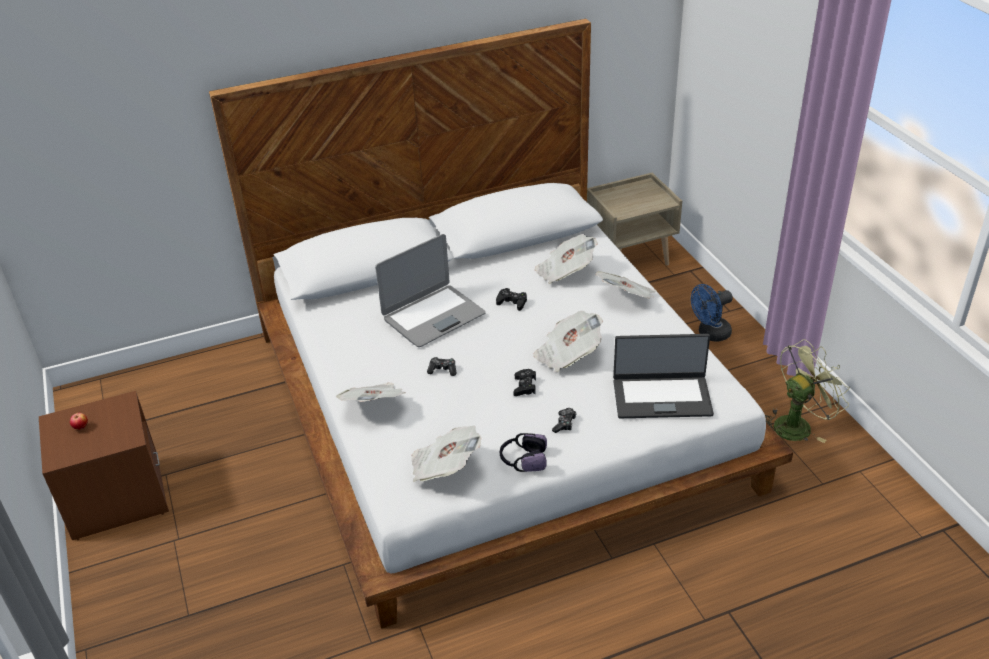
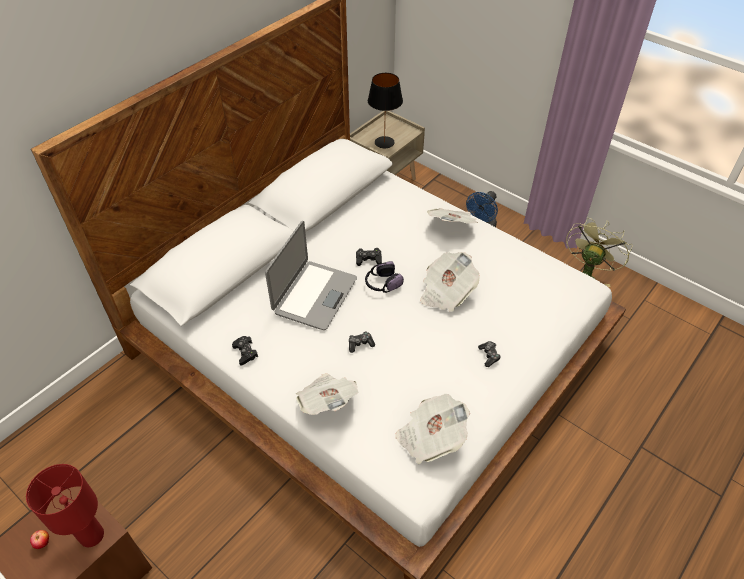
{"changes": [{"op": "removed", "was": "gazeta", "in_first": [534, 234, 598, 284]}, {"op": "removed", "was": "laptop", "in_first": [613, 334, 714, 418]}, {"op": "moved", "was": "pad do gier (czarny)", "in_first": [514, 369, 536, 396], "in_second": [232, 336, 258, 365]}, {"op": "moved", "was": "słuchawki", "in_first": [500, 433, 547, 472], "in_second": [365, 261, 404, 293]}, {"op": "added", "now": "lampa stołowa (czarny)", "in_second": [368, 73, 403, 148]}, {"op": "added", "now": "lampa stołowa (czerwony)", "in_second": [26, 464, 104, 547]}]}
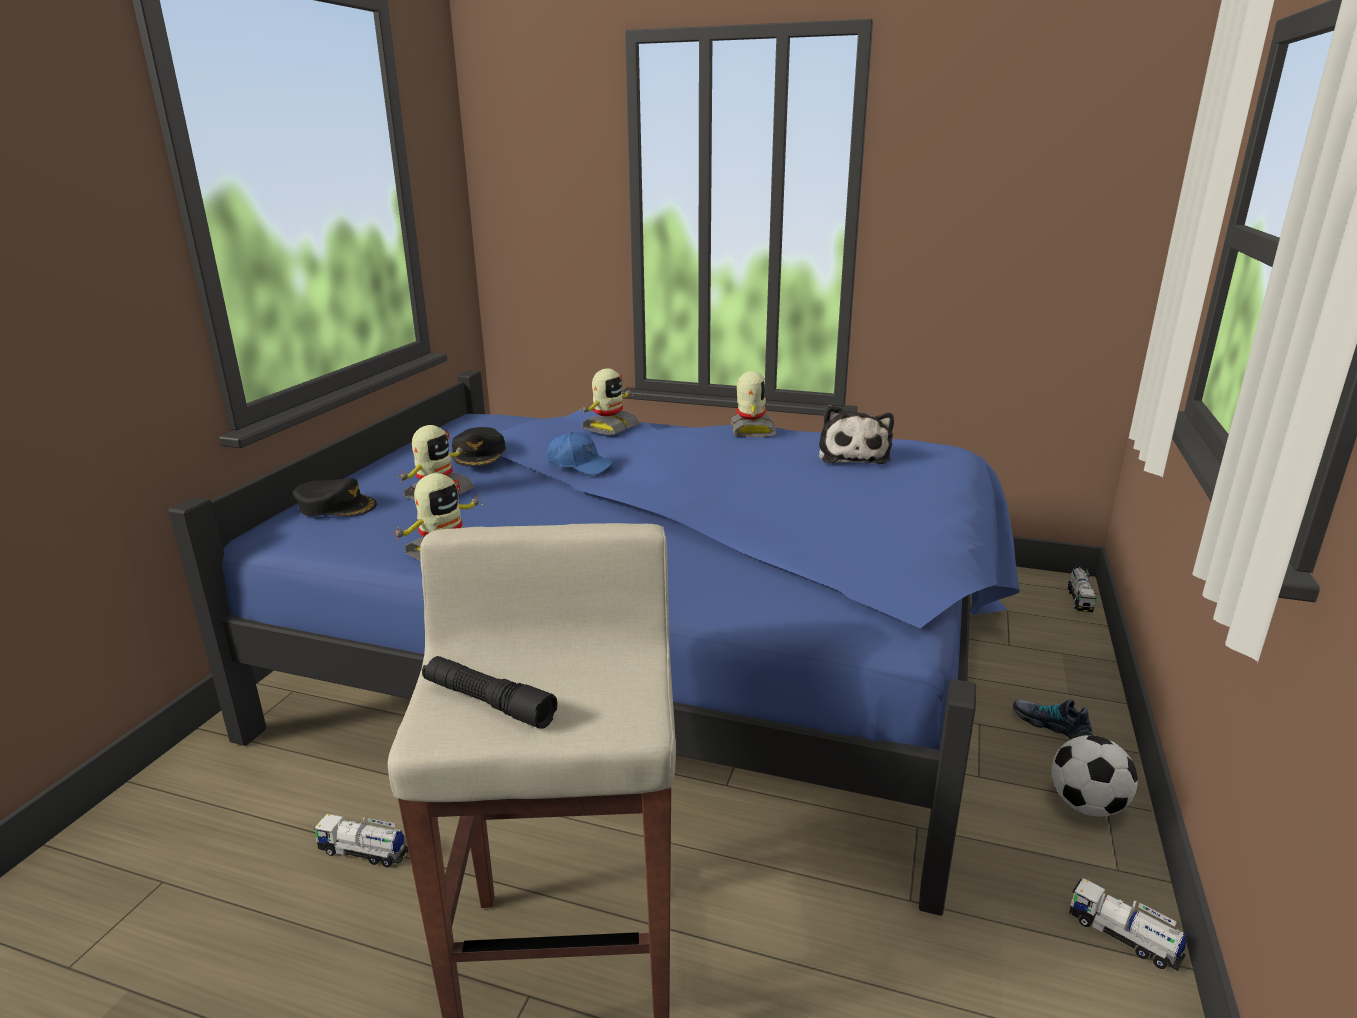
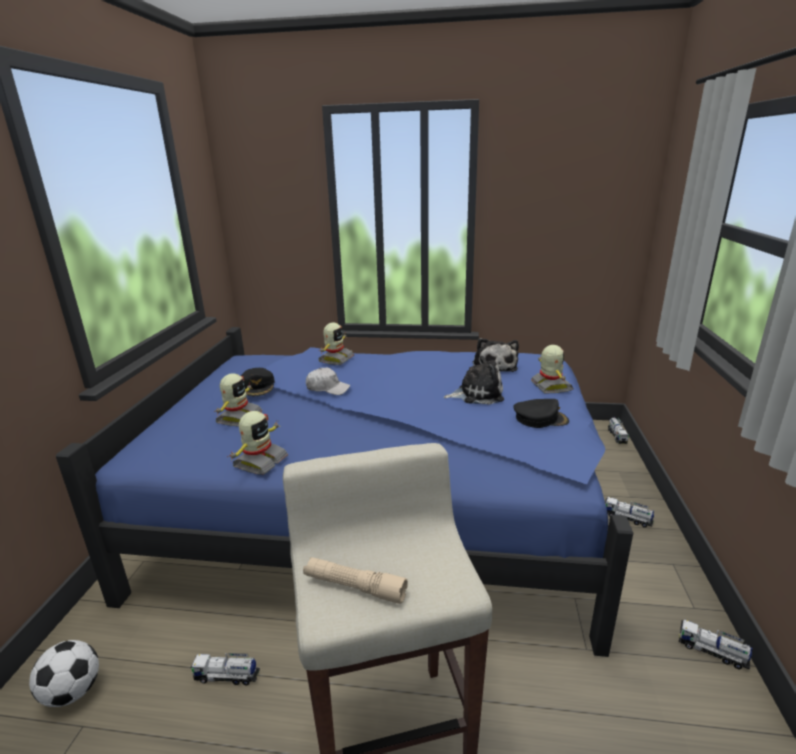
{"changes": [{"op": "moved", "was": "robot zabawkowy", "in_first": [731, 371, 777, 437], "in_second": [531, 345, 573, 394]}, {"op": "recoloured", "was": "czapka z daszkiem (niebieski)", "now": "czapka z daszkiem (biały)", "in_first": [547, 432, 615, 475], "in_second": [306, 368, 350, 395]}, {"op": "moved", "was": "czapka z daszkiem (czarny)", "in_first": [293, 478, 377, 517], "in_second": [513, 399, 569, 428]}, {"op": "recoloured", "was": "latarka (czarny)", "now": "latarka (beżowy)", "in_first": [422, 656, 557, 729], "in_second": [303, 557, 408, 604]}, {"op": "replaced", "was": "but", "now": "ciężarówka zabawkowa", "in_first": [1013, 699, 1092, 739], "in_second": [605, 497, 654, 528]}, {"op": "moved", "was": "piłka futbolowa", "in_first": [1051, 735, 1138, 817], "in_second": [29, 640, 99, 707]}, {"op": "added", "now": "pluszak", "in_second": [444, 356, 504, 405]}]}
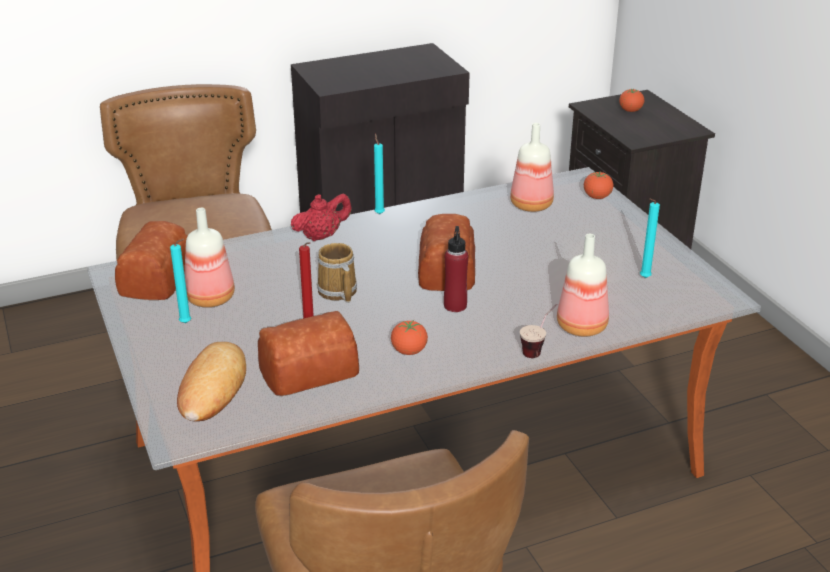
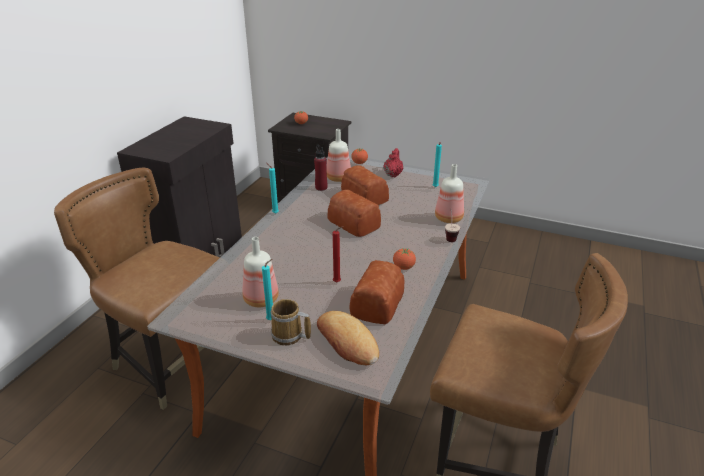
{"changes": [{"op": "moved", "was": "imbryk (czerwony)", "in_first": [291, 194, 352, 241], "in_second": [383, 148, 403, 177]}, {"op": "moved", "was": "chleb", "in_first": [115, 221, 187, 300], "in_second": [341, 165, 389, 205]}, {"op": "moved", "was": "butelka (czerwony)", "in_first": [444, 226, 468, 312], "in_second": [314, 144, 327, 191]}, {"op": "moved", "was": "kubek", "in_first": [317, 243, 357, 302], "in_second": [271, 299, 311, 345]}]}
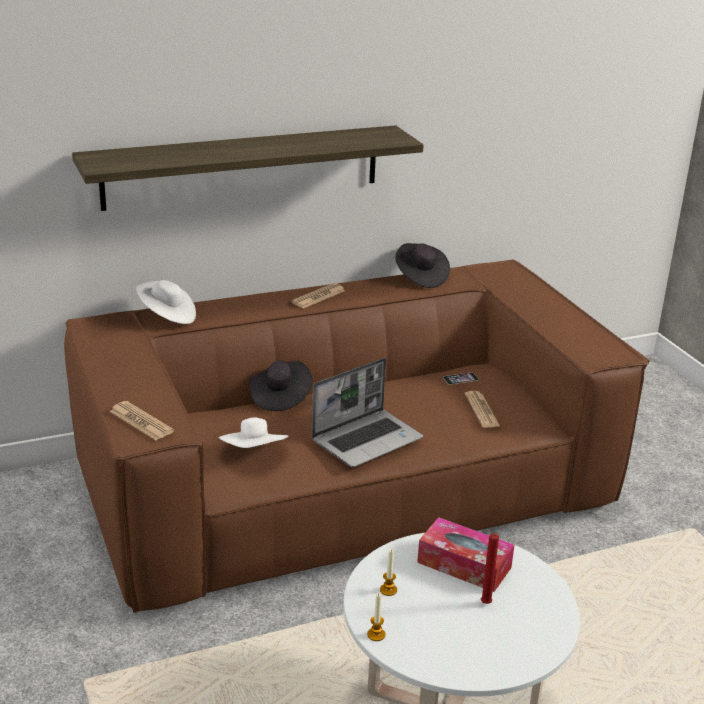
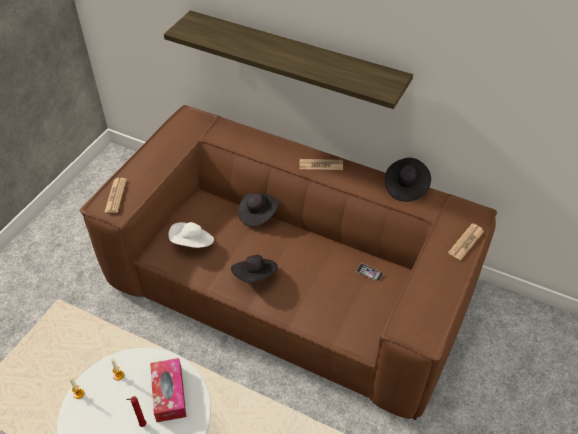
{"changes": [{"op": "removed", "was": "kapelusz (biały)", "in_first": [136, 280, 196, 324]}, {"op": "replaced", "was": "laptop", "now": "kapelusz (czarny)", "in_first": [312, 358, 423, 467], "in_second": [231, 255, 278, 283]}, {"op": "moved", "was": "gazeta", "in_first": [465, 391, 501, 428], "in_second": [448, 223, 484, 260]}]}
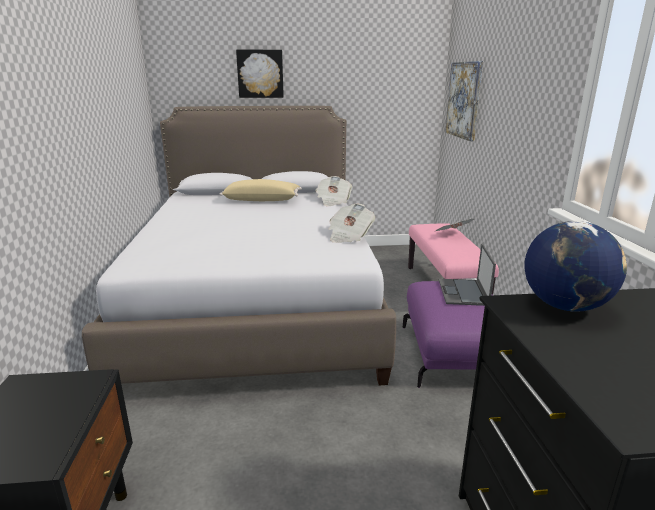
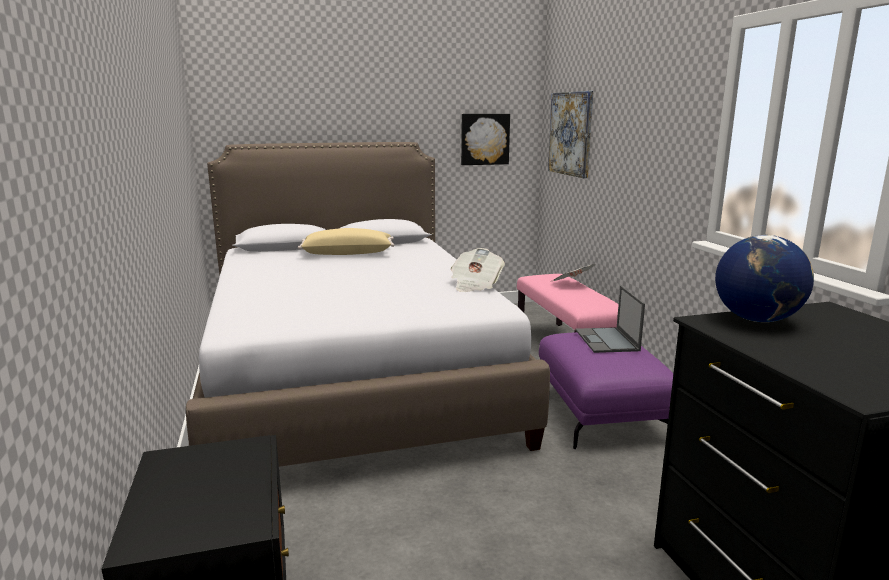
{"changes": [{"op": "moved", "was": "obraz", "in_first": [236, 50, 284, 98], "in_second": [461, 114, 510, 165]}, {"op": "removed", "was": "gazeta", "in_first": [316, 176, 352, 206]}]}
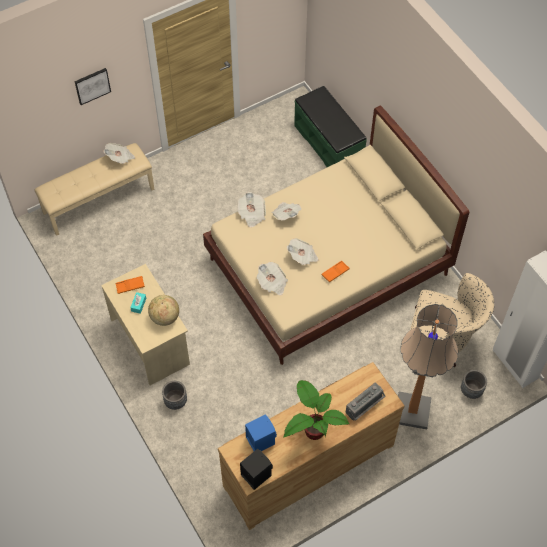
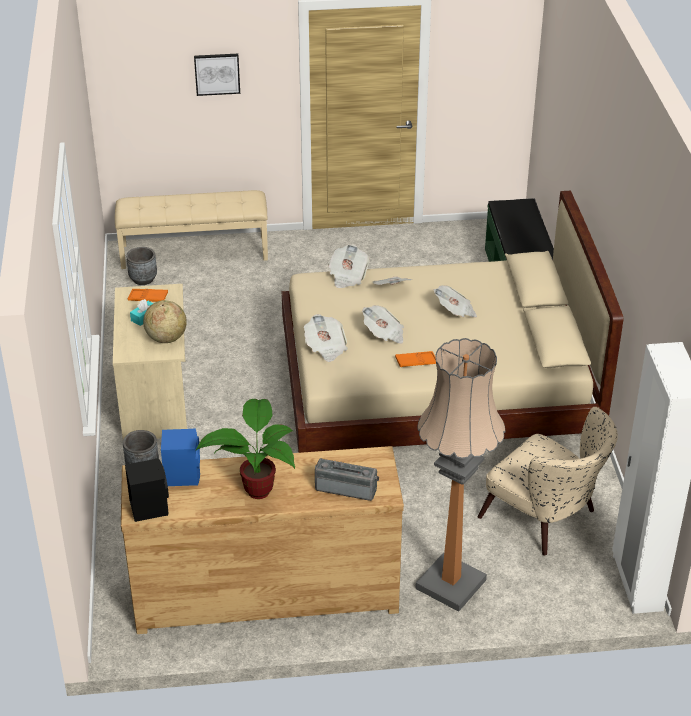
{"changes": [{"op": "moved", "was": "gazeta", "in_first": [103, 143, 135, 164], "in_second": [434, 285, 477, 317]}, {"op": "moved", "was": "donica (szary)", "in_first": [461, 370, 487, 399], "in_second": [126, 247, 157, 285]}, {"op": "turned", "was": "radio", "in_first": [346, 382, 386, 421], "in_second": [315, 458, 379, 501], "clockwise": -150}]}
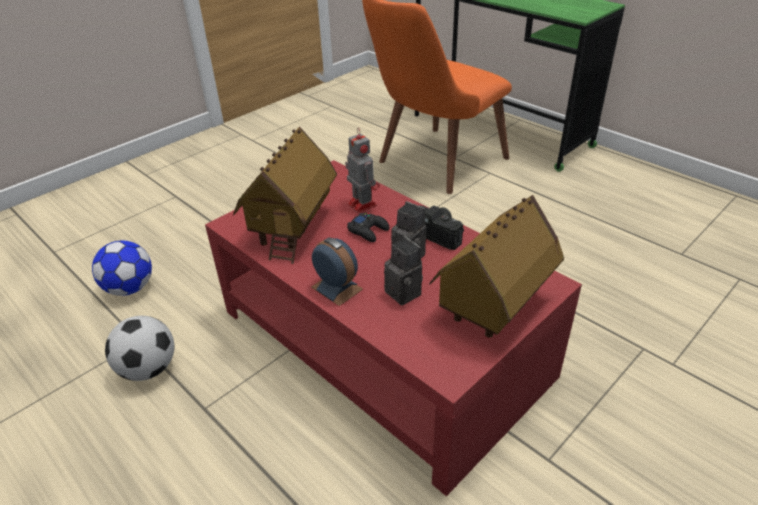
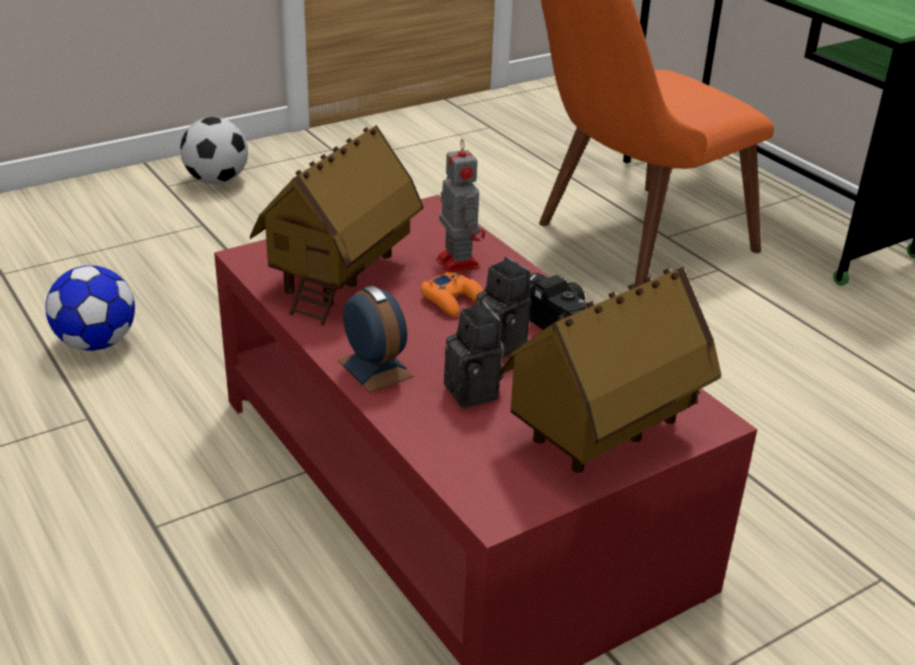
{"changes": [{"op": "recoloured", "was": "pad do gier (czarny)", "now": "pad do gier (pomarańczowy)", "in_first": [347, 213, 389, 242], "in_second": [421, 272, 483, 317]}, {"op": "moved", "was": "piłka futbolowa", "in_first": [105, 316, 174, 381], "in_second": [180, 117, 248, 184]}]}
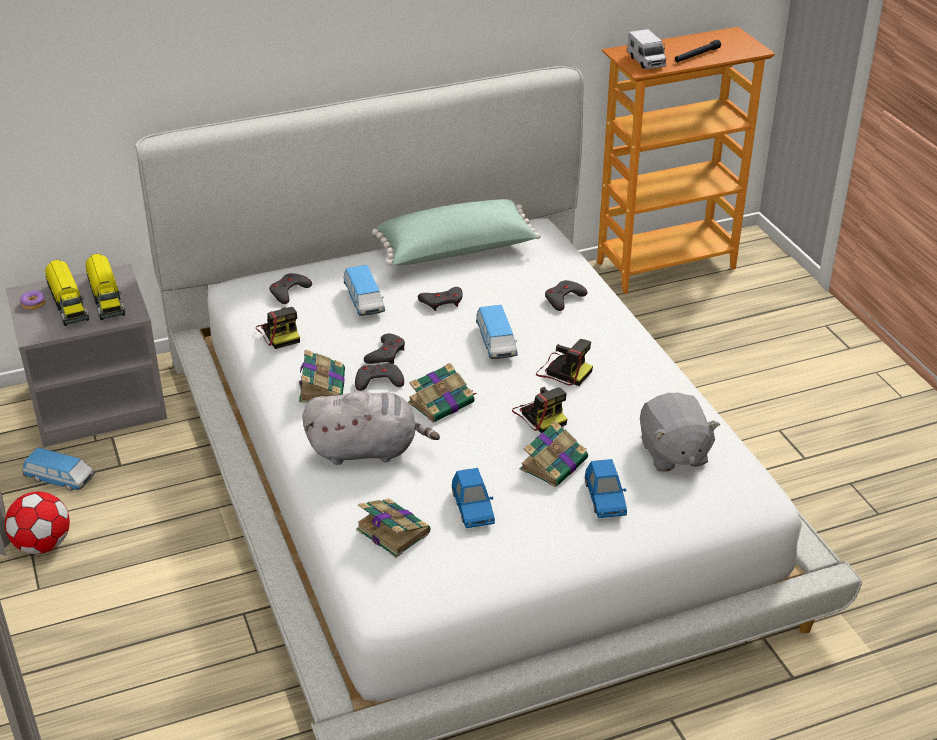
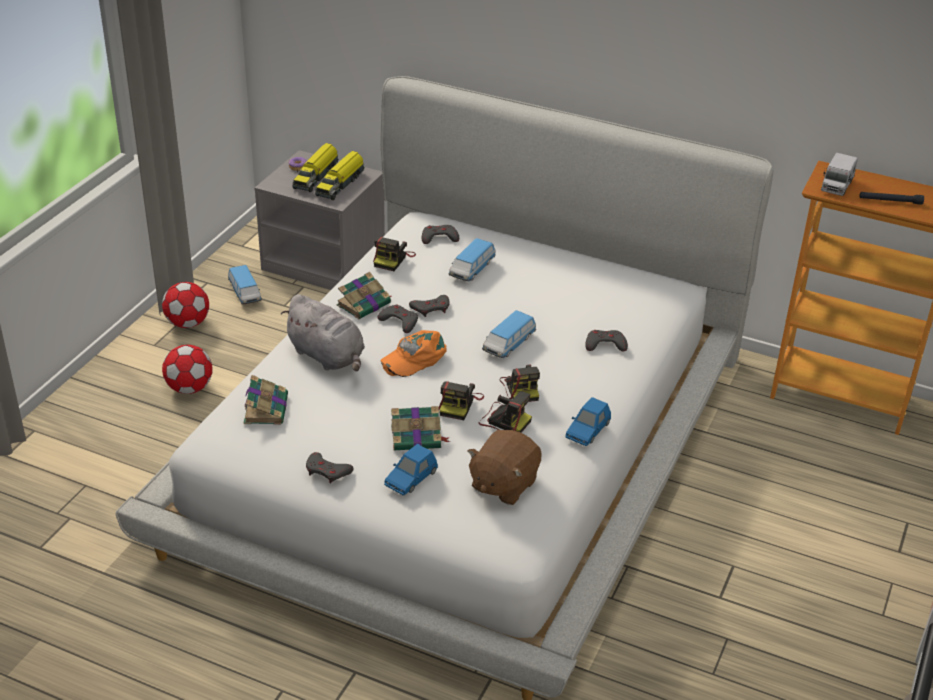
{"changes": [{"op": "removed", "was": "poduszka (zielony)", "in_first": [372, 199, 541, 266]}, {"op": "moved", "was": "pad do gier (szary)", "in_first": [418, 287, 463, 311], "in_second": [306, 452, 354, 483]}, {"op": "replaced", "was": "książka", "now": "czapka z daszkiem (pomarańczowy)", "in_first": [408, 363, 477, 423], "in_second": [381, 330, 447, 377]}, {"op": "recoloured", "was": "pluszak (szary)", "now": "pluszak (brązowy)", "in_first": [640, 393, 720, 472], "in_second": [467, 430, 542, 505]}, {"op": "moved", "was": "samochodzik (niebieski)", "in_first": [452, 468, 495, 528], "in_second": [565, 397, 611, 446]}, {"op": "added", "now": "piłka futbolowa", "in_second": [162, 345, 213, 394]}, {"op": "added", "now": "aparat fotograficzny", "in_second": [479, 391, 532, 433]}]}
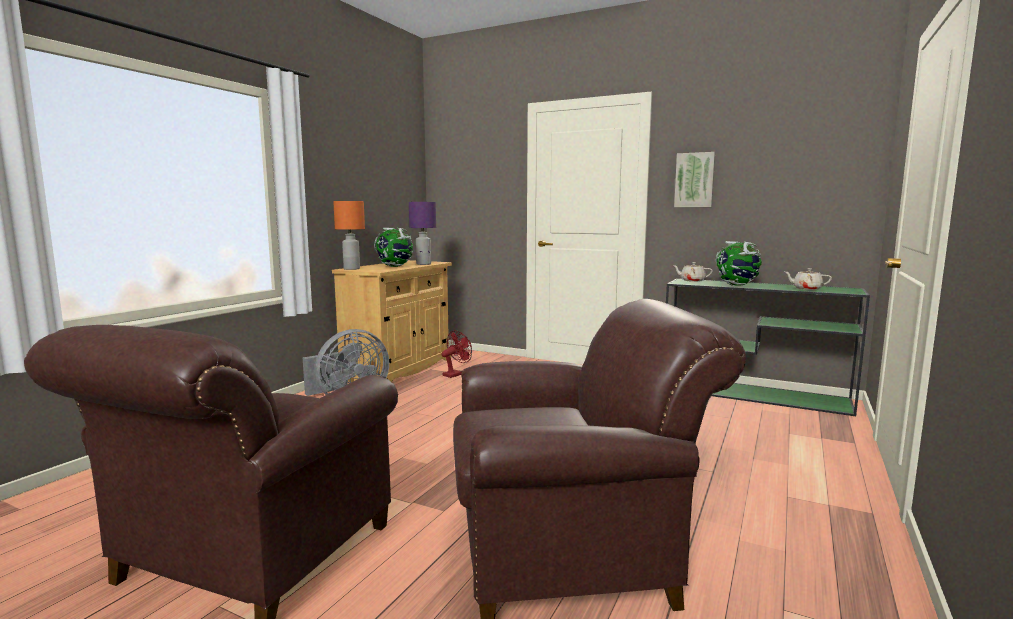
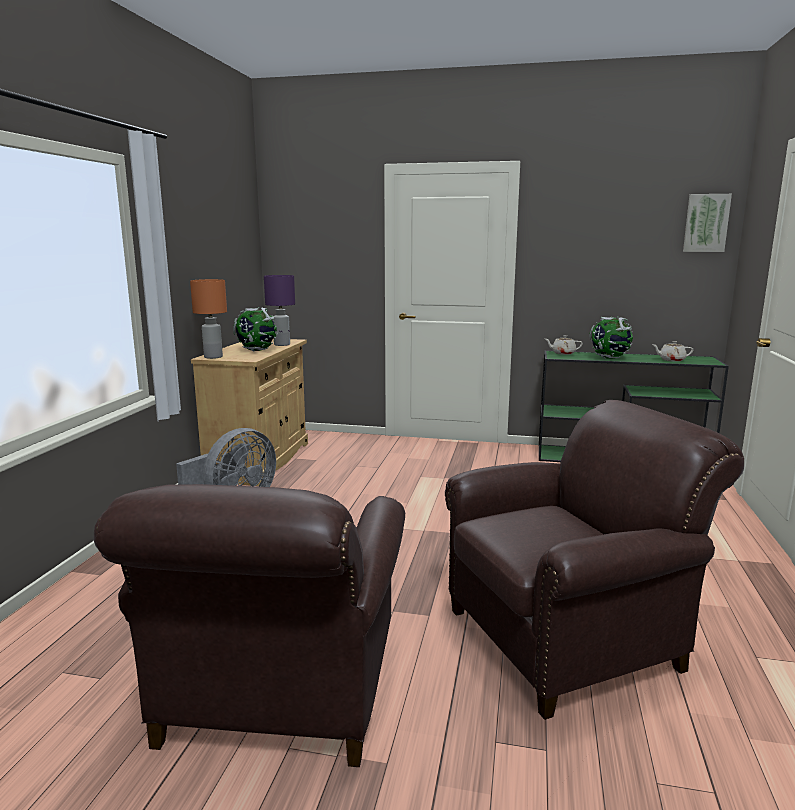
{"changes": [{"op": "moved", "was": "obraz", "in_first": [674, 152, 715, 207], "in_second": [683, 194, 732, 252]}, {"op": "removed", "was": "wentylator (czerwony)", "in_first": [442, 330, 472, 378]}]}
